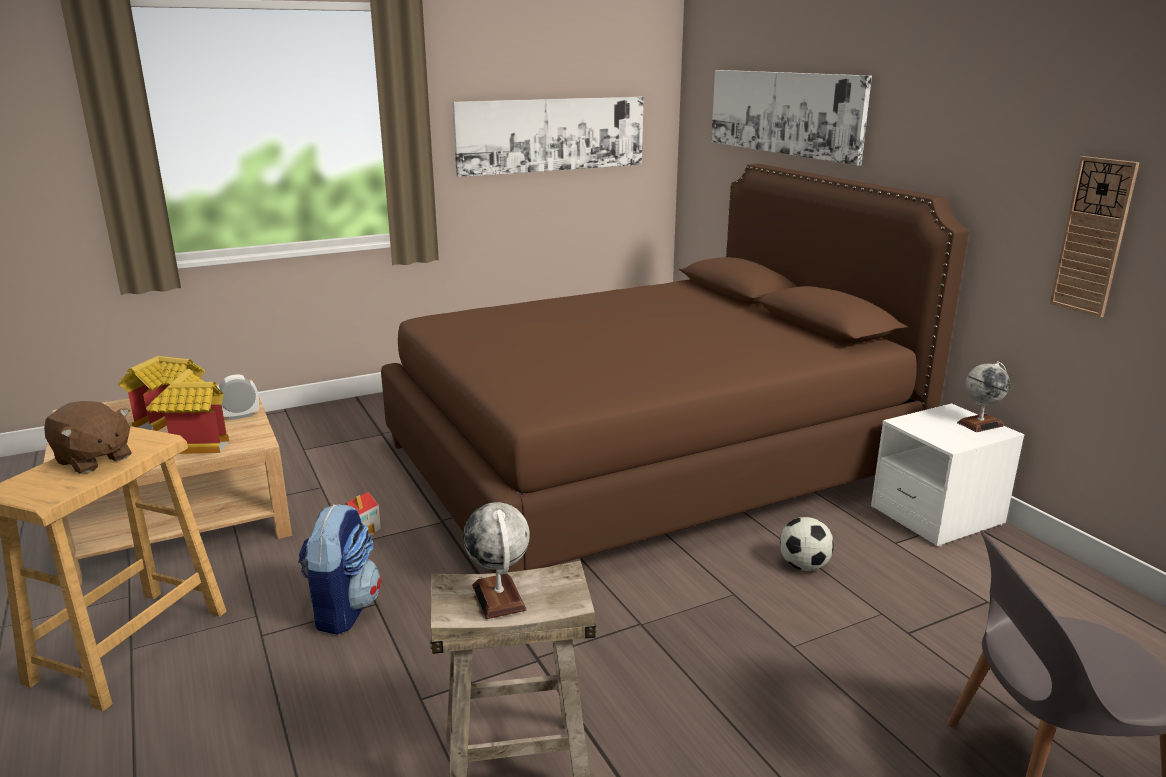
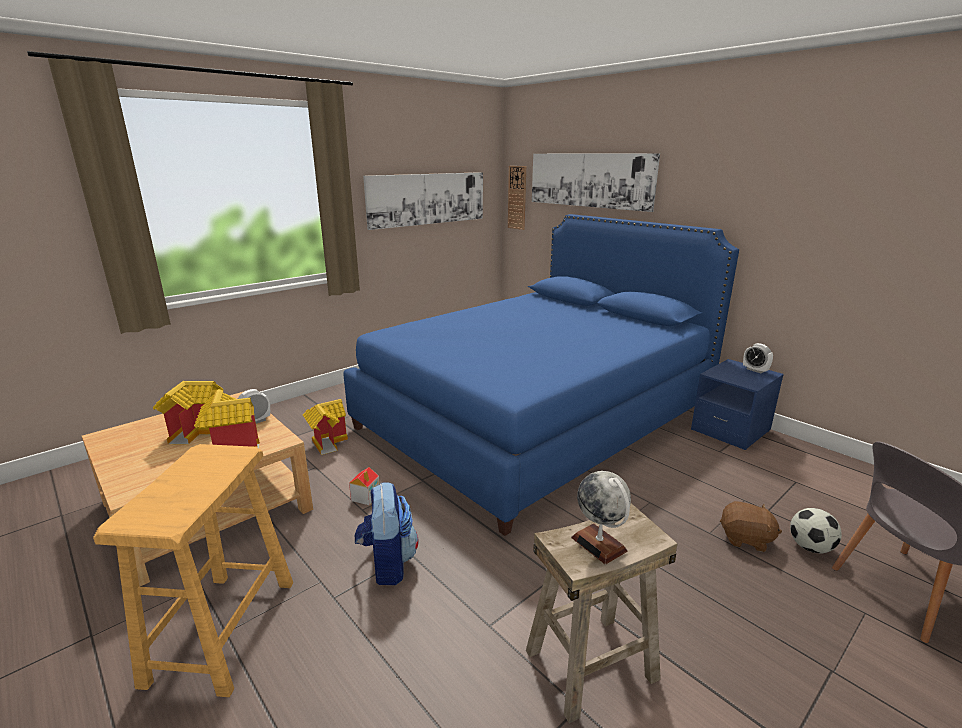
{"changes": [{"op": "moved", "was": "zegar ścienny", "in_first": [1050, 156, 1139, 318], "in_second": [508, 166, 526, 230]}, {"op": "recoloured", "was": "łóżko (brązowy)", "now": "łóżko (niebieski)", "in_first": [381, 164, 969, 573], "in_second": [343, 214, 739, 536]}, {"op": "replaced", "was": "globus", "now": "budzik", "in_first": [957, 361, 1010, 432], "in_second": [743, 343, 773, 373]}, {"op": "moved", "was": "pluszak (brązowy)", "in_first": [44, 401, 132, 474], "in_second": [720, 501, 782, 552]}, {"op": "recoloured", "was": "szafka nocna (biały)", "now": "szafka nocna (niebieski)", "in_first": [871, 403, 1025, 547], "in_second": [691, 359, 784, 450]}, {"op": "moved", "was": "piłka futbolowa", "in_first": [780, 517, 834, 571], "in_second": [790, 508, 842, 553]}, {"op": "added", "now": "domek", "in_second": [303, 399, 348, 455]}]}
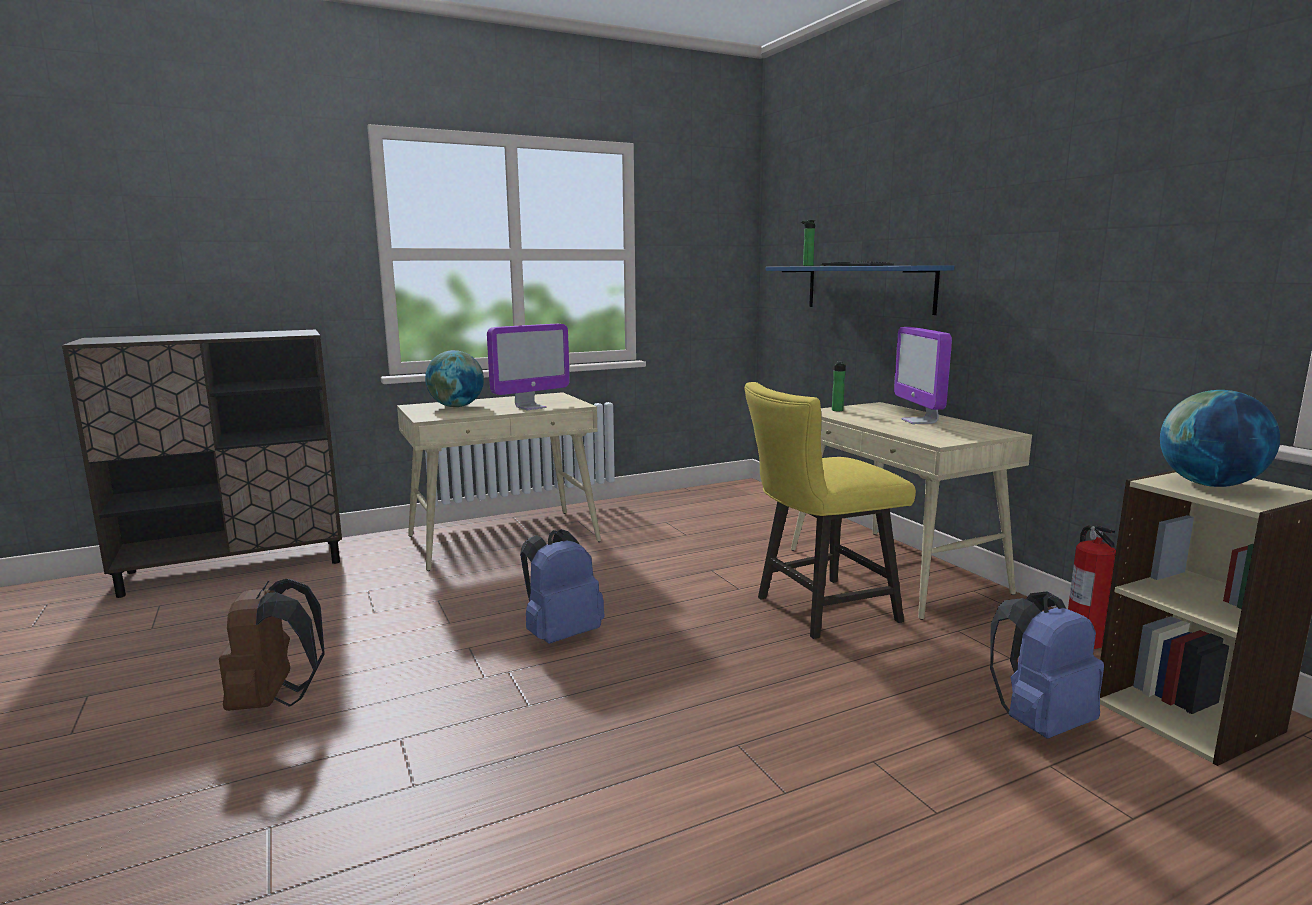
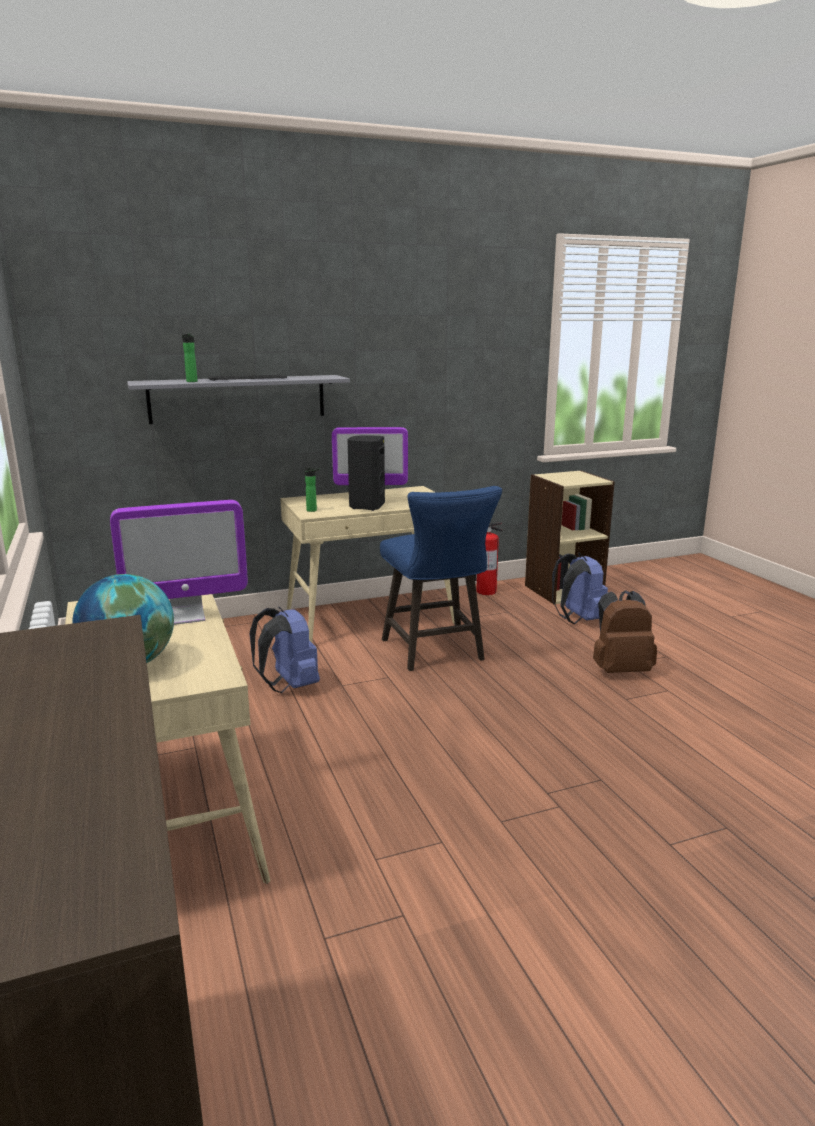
{"changes": [{"op": "recoloured", "was": "półka (niebieski)", "now": "półka (szary)", "in_first": [766, 265, 954, 315], "in_second": [127, 375, 350, 424]}, {"op": "turned", "was": "monitor", "in_first": [487, 324, 570, 410], "in_second": [110, 500, 248, 625], "clockwise": 105}, {"op": "recoloured", "was": "stołek (żółty)", "now": "stołek (niebieski)", "in_first": [744, 382, 916, 639], "in_second": [380, 486, 502, 671]}, {"op": "removed", "was": "globus", "in_first": [1160, 390, 1280, 487]}, {"op": "moved", "was": "plecak (niebieski)", "in_first": [520, 529, 604, 644], "in_second": [250, 607, 320, 693]}, {"op": "moved", "was": "plecak (brązowy)", "in_first": [219, 579, 325, 711], "in_second": [593, 590, 657, 673]}, {"op": "added", "now": "głośnik (czarny)", "in_second": [347, 436, 385, 511]}]}
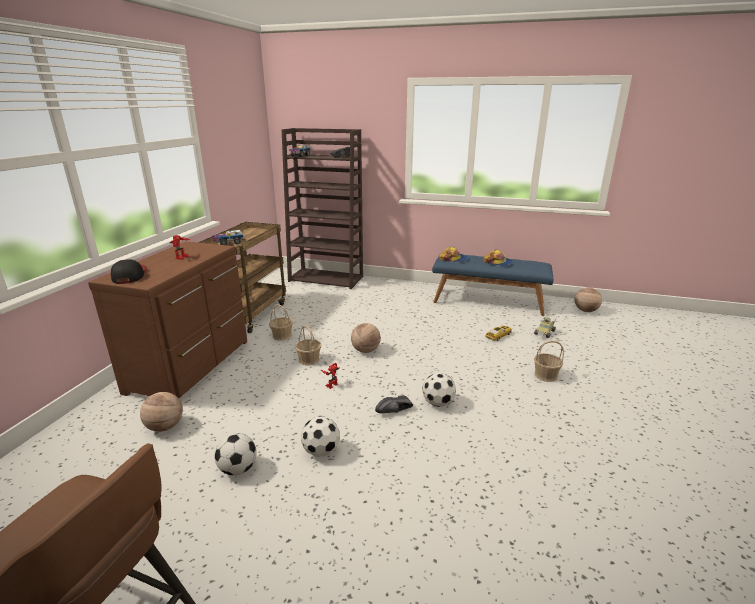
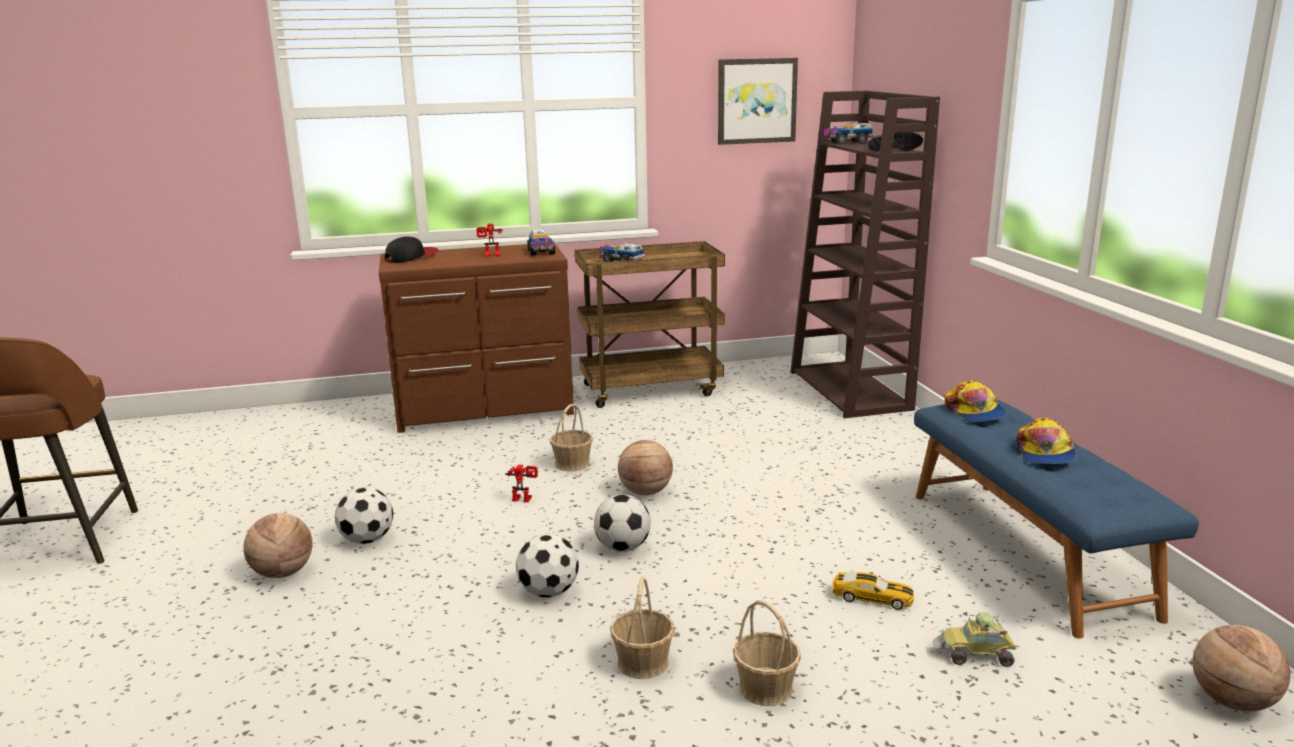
{"changes": [{"op": "moved", "was": "koszyk", "in_first": [269, 304, 293, 341], "in_second": [610, 576, 675, 679]}, {"op": "moved", "was": "piłka do koszykówki", "in_first": [140, 392, 183, 432], "in_second": [243, 513, 313, 578]}, {"op": "removed", "was": "but (czarny)", "in_first": [375, 395, 413, 413]}, {"op": "moved", "was": "piłka futbolowa", "in_first": [215, 433, 257, 475], "in_second": [594, 494, 651, 552]}, {"op": "added", "now": "obraz", "in_second": [718, 58, 798, 145]}, {"op": "added", "now": "ciężarówka zabawkowa", "in_second": [527, 229, 555, 255]}]}
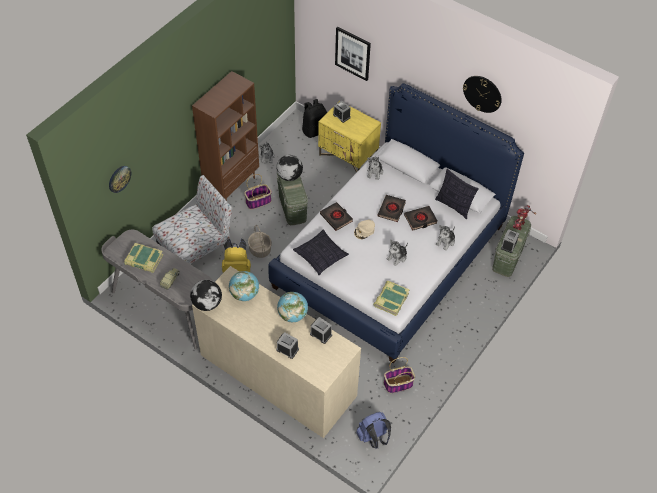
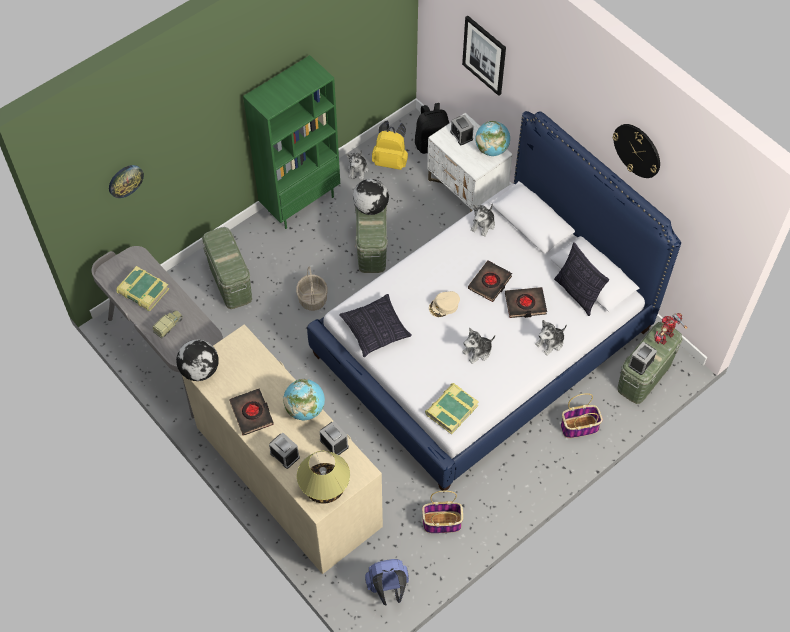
{"changes": [{"op": "recoloured", "was": "regał (brązowy)", "now": "regał (zielony)", "in_first": [192, 71, 259, 201], "in_second": [243, 55, 340, 229]}, {"op": "recoloured", "was": "szafka nocna (żółty)", "now": "szafka nocna (biały)", "in_first": [318, 101, 381, 173], "in_second": [427, 113, 513, 212]}, {"op": "moved", "was": "koszyk", "in_first": [244, 174, 272, 209], "in_second": [561, 393, 603, 438]}, {"op": "replaced", "was": "krzesło", "now": "pojemnik do przechowywania (zielony)", "in_first": [152, 175, 232, 264], "in_second": [202, 227, 252, 309]}, {"op": "moved", "was": "książka (czarny)", "in_first": [320, 202, 353, 231], "in_second": [229, 389, 274, 436]}, {"op": "moved", "was": "plecak (żółty)", "in_first": [222, 239, 251, 273], "in_second": [372, 120, 408, 170]}, {"op": "moved", "was": "globus", "in_first": [229, 271, 259, 301], "in_second": [475, 121, 510, 156]}, {"op": "added", "now": "lampa stołowa", "in_second": [297, 451, 350, 504]}]}
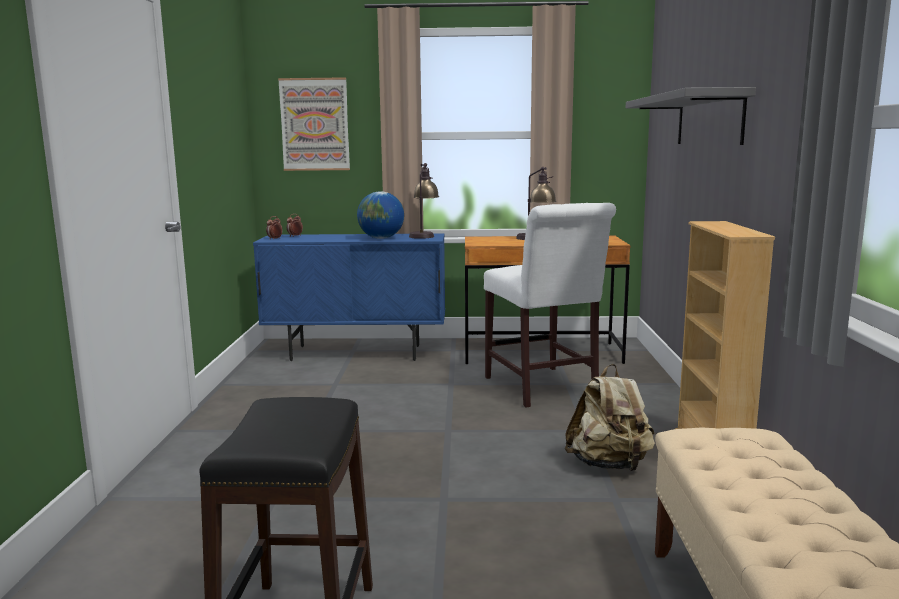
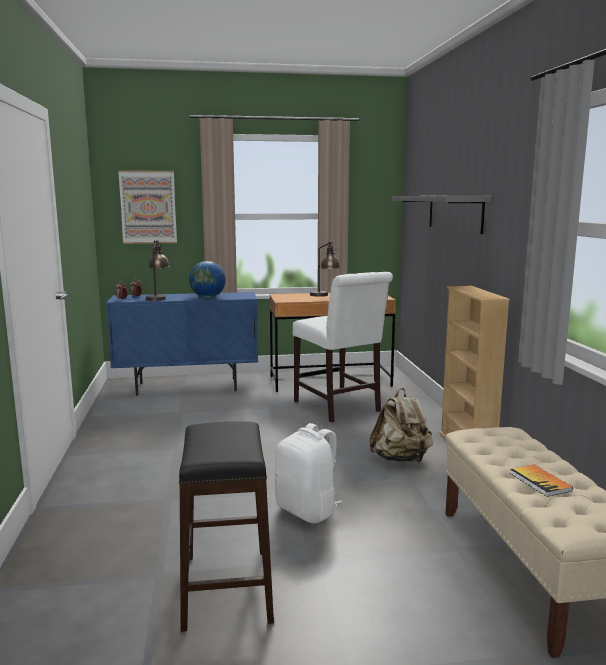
{"changes": [{"op": "moved", "was": "lampa stołowa", "in_first": [409, 163, 439, 239], "in_second": [145, 240, 170, 301]}, {"op": "added", "now": "plecak (biały)", "in_second": [274, 423, 342, 523]}, {"op": "added", "now": "książka", "in_second": [510, 465, 573, 497]}]}
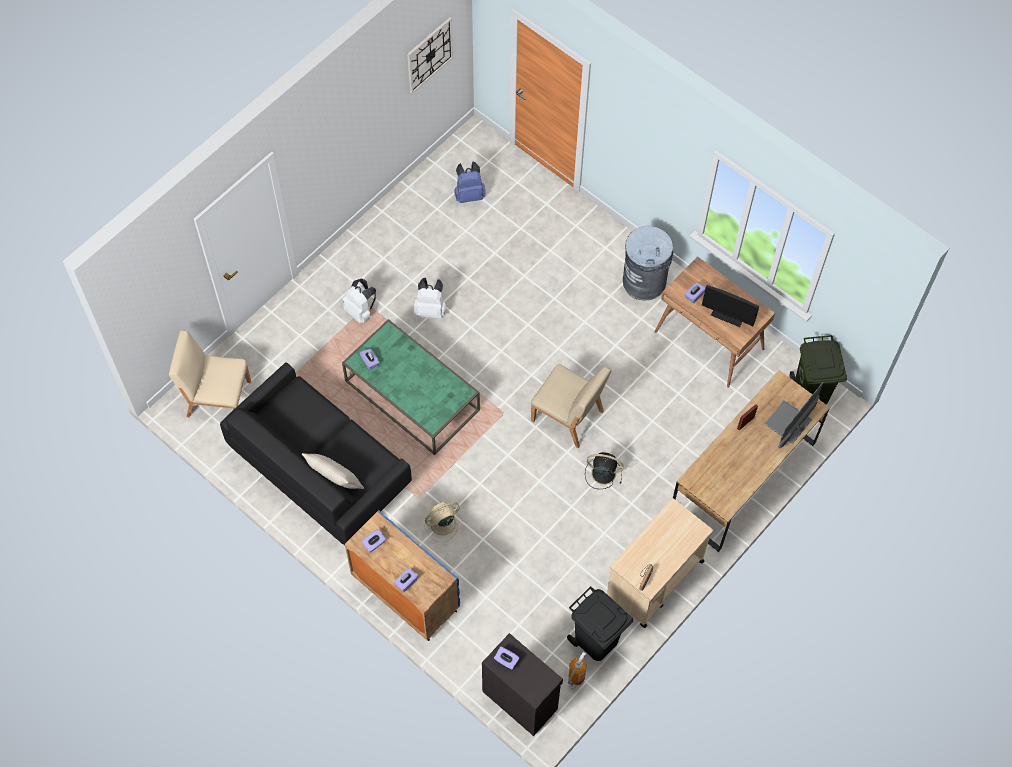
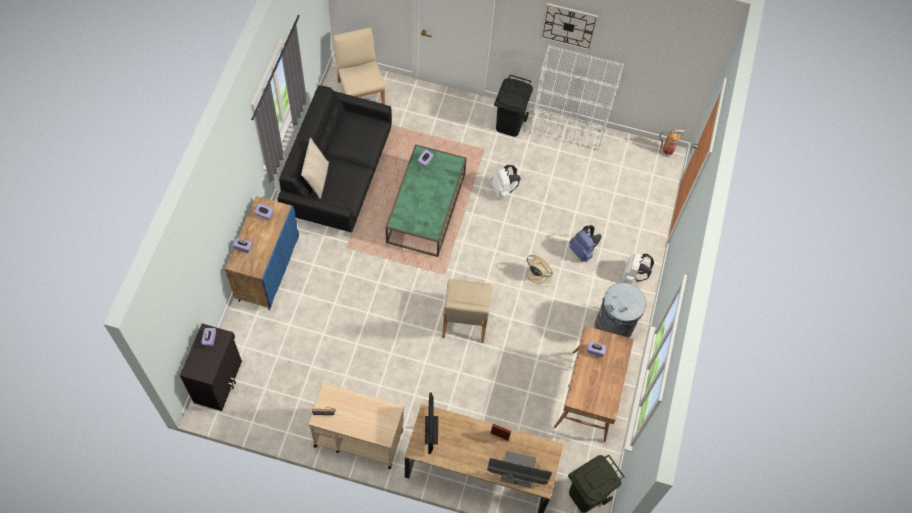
{"changes": [{"op": "moved", "was": "zegar ścienny", "in_first": [407, 17, 453, 94], "in_second": [540, 3, 599, 51]}, {"op": "moved", "was": "plecak (niebieski)", "in_first": [454, 162, 486, 203], "in_second": [570, 225, 601, 262]}, {"op": "moved", "was": "plecak (biały)", "in_first": [342, 278, 376, 323], "in_second": [622, 252, 654, 283]}, {"op": "moved", "was": "monitor", "in_first": [702, 285, 759, 327], "in_second": [425, 392, 438, 454]}, {"op": "removed", "was": "wentylator (czarny)", "in_first": [585, 452, 624, 489]}, {"op": "moved", "was": "wentylator (beżowy)", "in_first": [424, 502, 463, 542], "in_second": [522, 255, 553, 287]}, {"op": "moved", "was": "kosz na śmieci (czarny)", "in_first": [567, 586, 633, 661], "in_second": [494, 74, 533, 137]}, {"op": "moved", "was": "gaśnica", "in_first": [568, 652, 587, 689], "in_second": [659, 129, 685, 157]}, {"op": "added", "now": "regał (biały)", "in_second": [530, 45, 624, 151]}]}
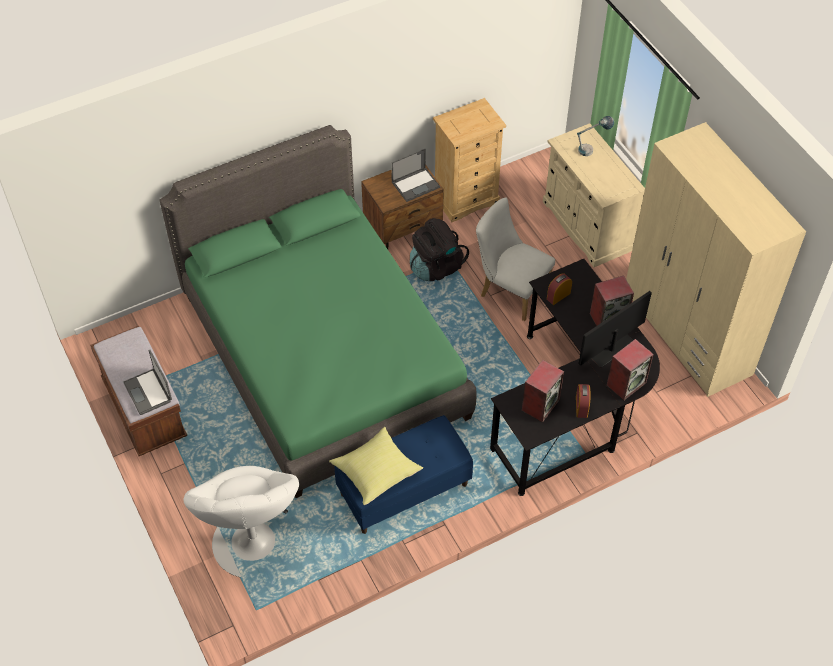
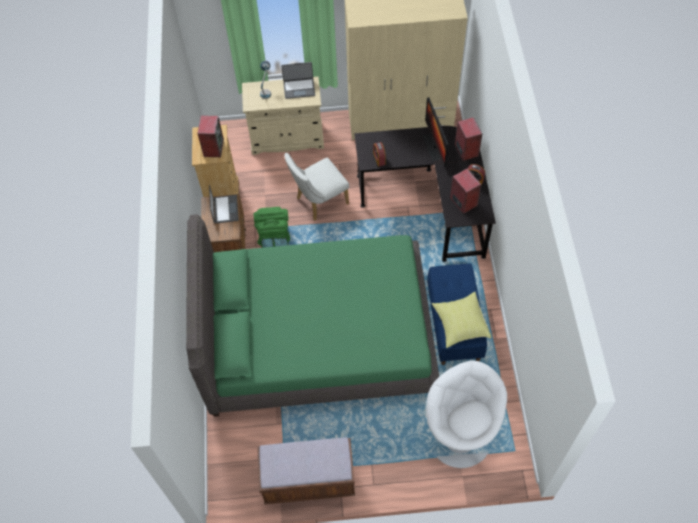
{"changes": [{"op": "recoloured", "was": "plecak (czarny)", "now": "plecak (zielony)", "in_first": [410, 218, 469, 281], "in_second": [254, 207, 290, 248]}, {"op": "moved", "was": "głośnik", "in_first": [590, 275, 634, 326], "in_second": [198, 115, 224, 157]}, {"op": "moved", "was": "laptop", "in_first": [123, 350, 172, 415], "in_second": [281, 62, 315, 99]}, {"op": "turned", "was": "fotel (biały)", "in_first": [183, 466, 299, 577], "in_second": [426, 361, 507, 468], "clockwise": -135}]}
